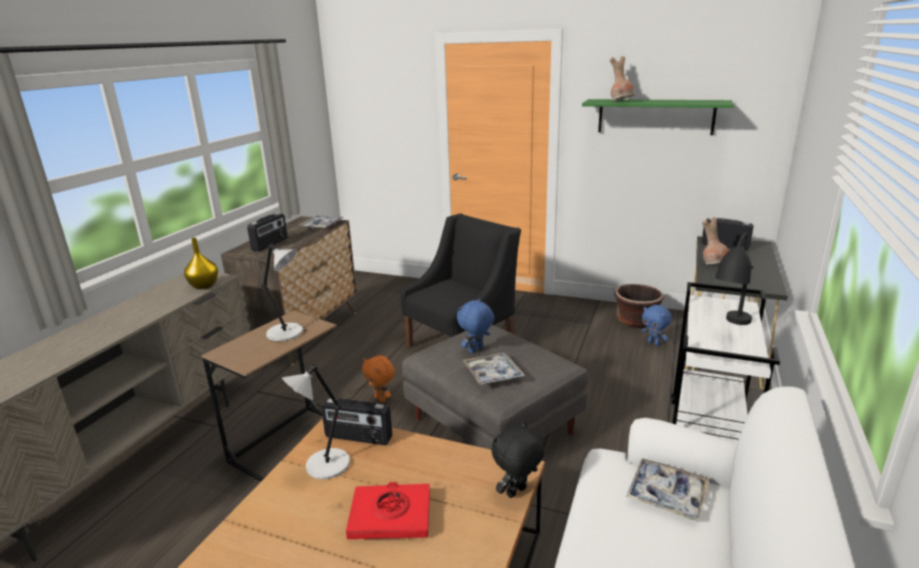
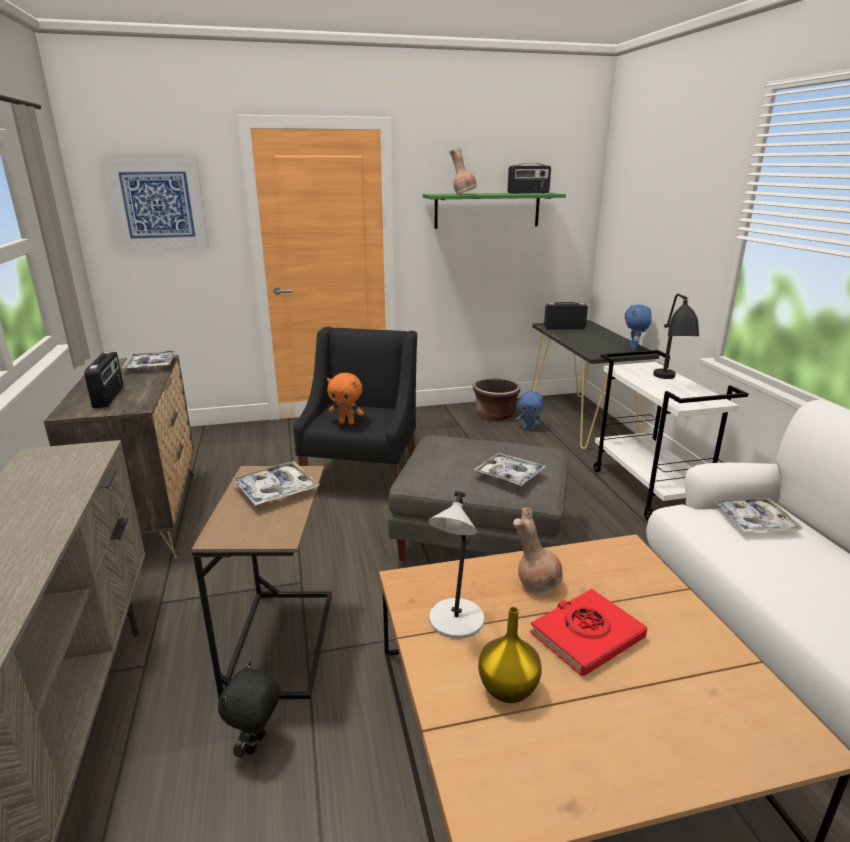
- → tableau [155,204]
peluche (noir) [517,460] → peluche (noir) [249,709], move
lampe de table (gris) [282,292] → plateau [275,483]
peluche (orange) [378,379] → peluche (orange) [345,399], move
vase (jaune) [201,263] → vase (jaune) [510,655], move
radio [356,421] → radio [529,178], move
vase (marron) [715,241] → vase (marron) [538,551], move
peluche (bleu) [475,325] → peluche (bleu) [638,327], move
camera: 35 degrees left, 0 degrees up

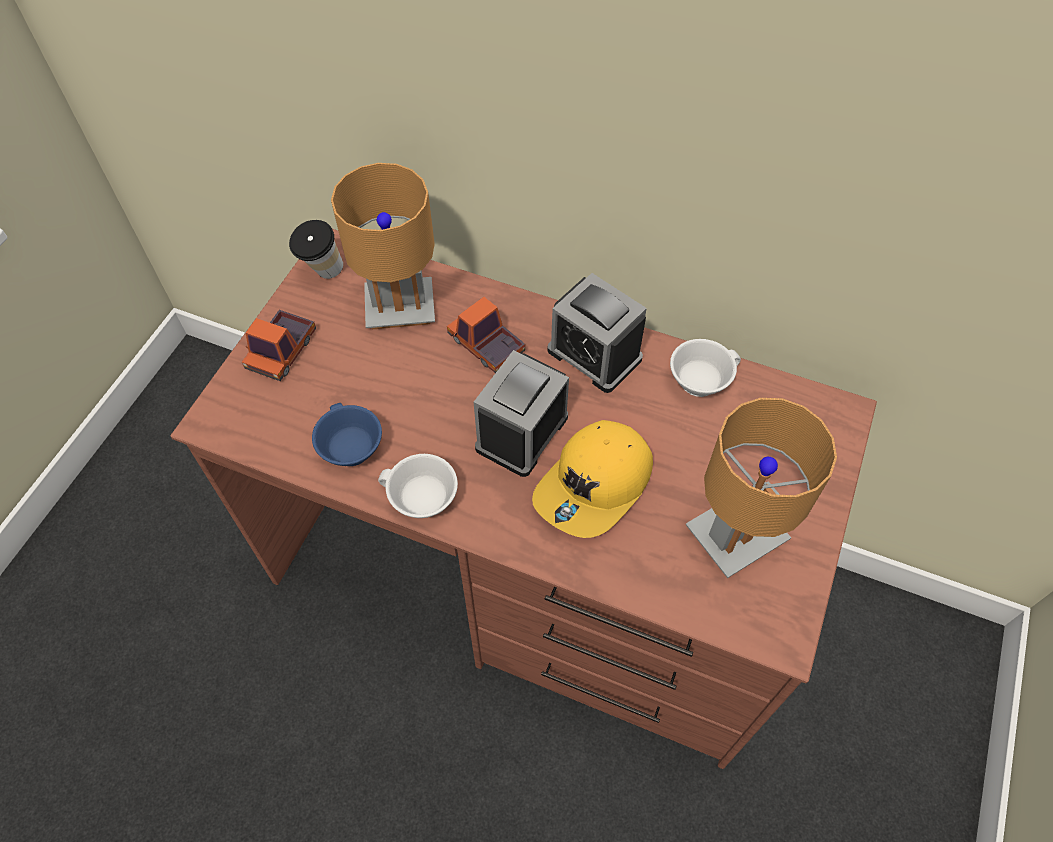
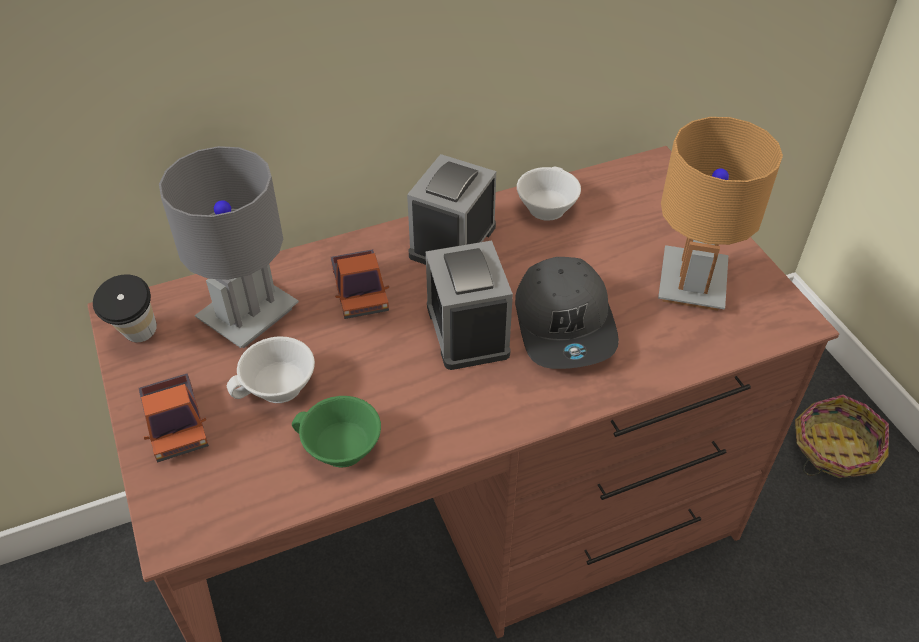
lampe de table (marron) [383,246] → lampe de table (gris) [229,247]
tasse (blanc) [418,486] → tasse (blanc) [271,370], move
tasse (bleu) [347,434] → tasse (vert) [336,431]
camion jouet [486,335] → camion jouet [359,284], 105 degrees counterclockwise
réveil [597,333] → réveil [451,209], 120 degrees clockwise
casquette (jaune) [592,479] → casquette (gris) [567,313]
- → panier [842,436]
camera: 45 degrees left, 10 degrees down

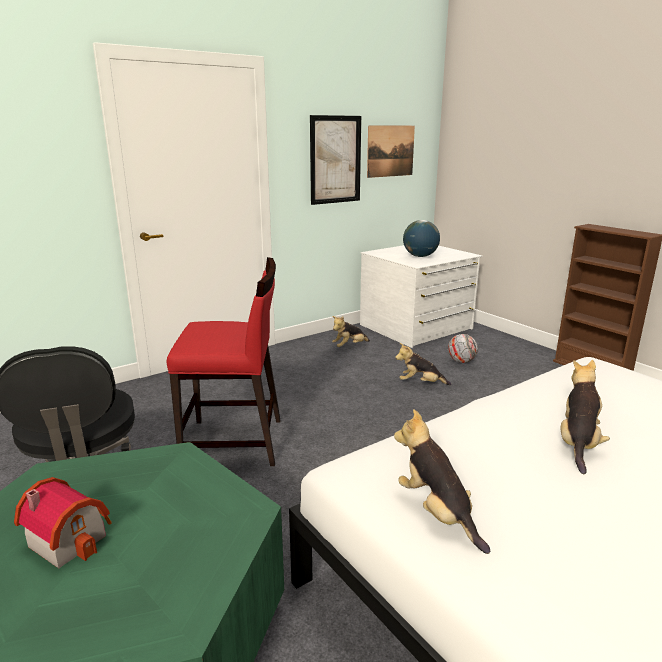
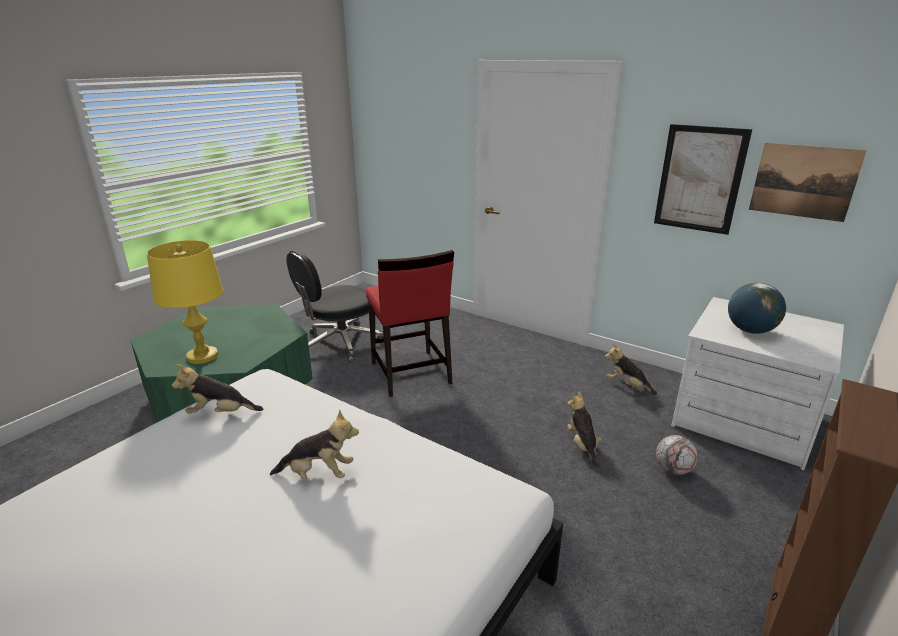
- → lampe de table (jaune) [185,302]
peluche [442,481] → peluche [217,389], 135 degrees counterclockwise
maison miniature [63,522] → -
camera: 70 degrees right, 5 degrees up

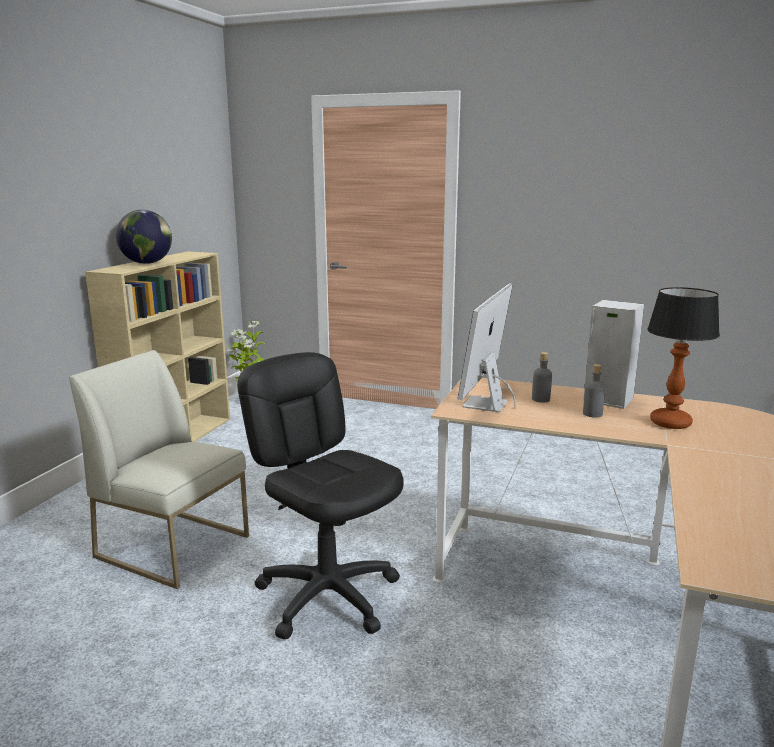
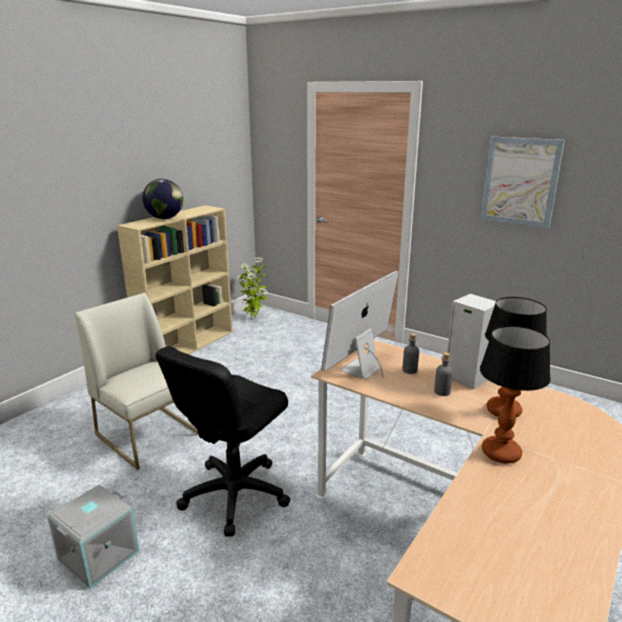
- → boîte de rangement (gris) [93,536]
chaise de bureau (noir) [320,495] → chaise de bureau (noir) [222,441], 120 degrees counterclockwise
- → tableau [522,182]
- → lampe de table [515,395]
camera: 15 degrees right, 5 degrees up

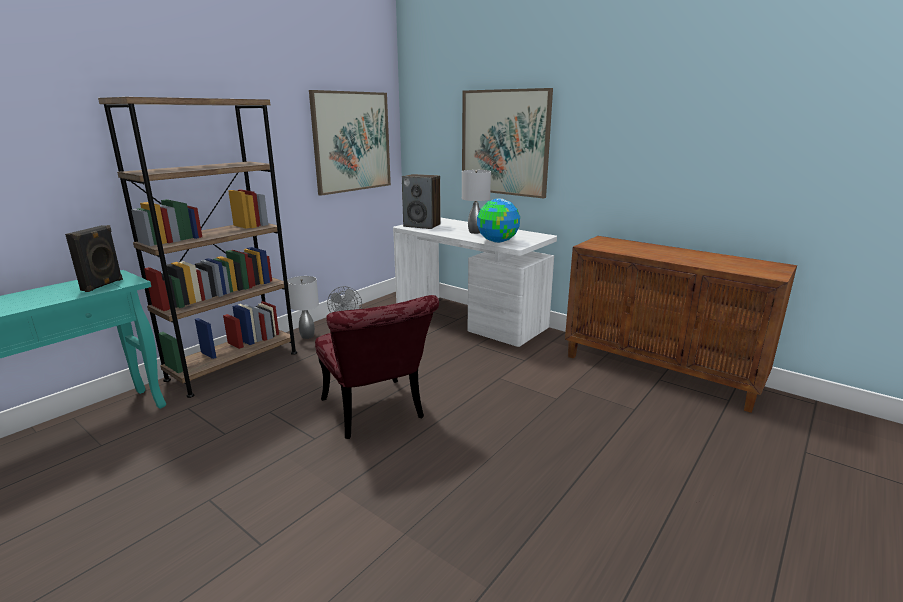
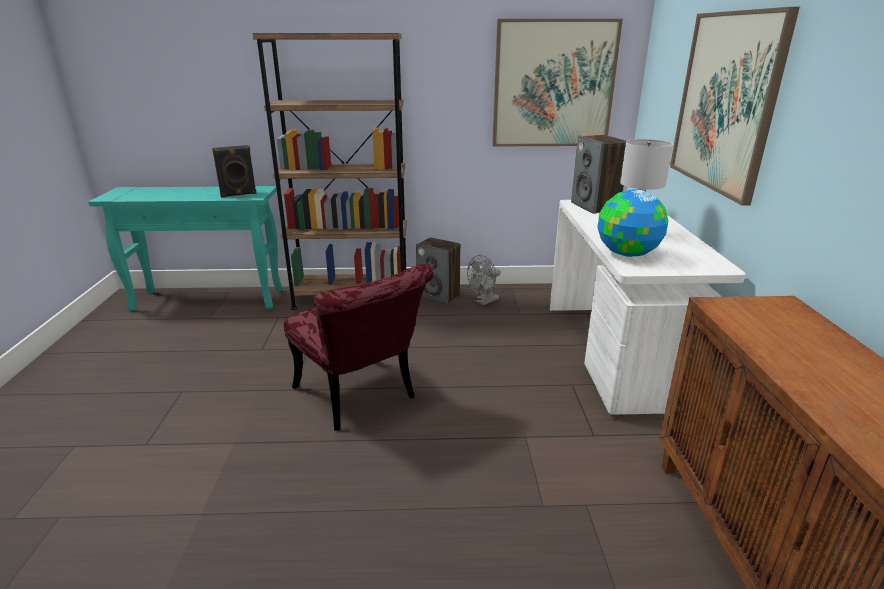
chaise (rouge) [377,367] → chaise (rouge) [358,347], 60 degrees counterclockwise
lampe de table (gris) [303,307] → enceinte [438,271]
camera: 50 degrees right, 5 degrees up

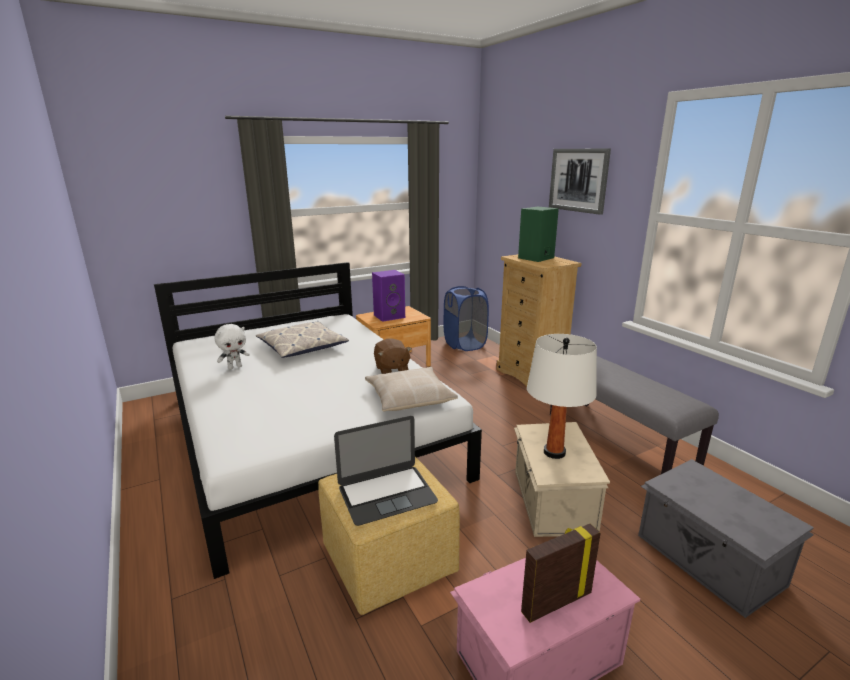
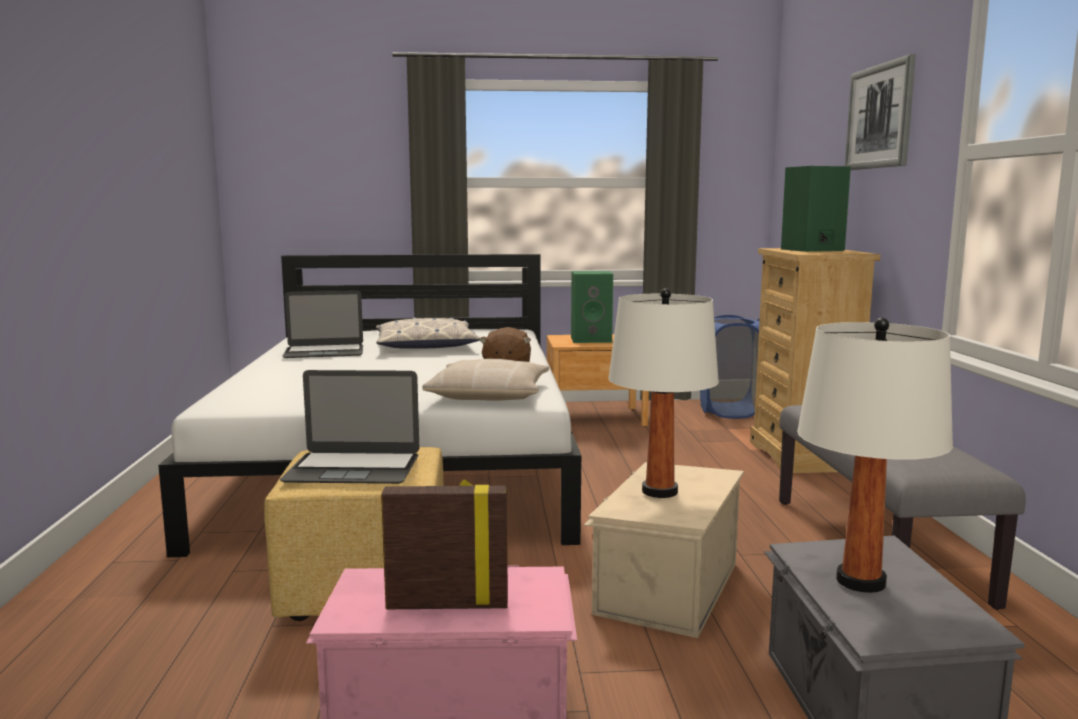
peluche (blanc) [232,346] → ordinateur portable [323,324]
enceinte (violet) [388,296] → enceinte (vert) [592,307]
- → lampe de table (blanc) [875,455]
camera: 25 degrees right, 10 degrees down

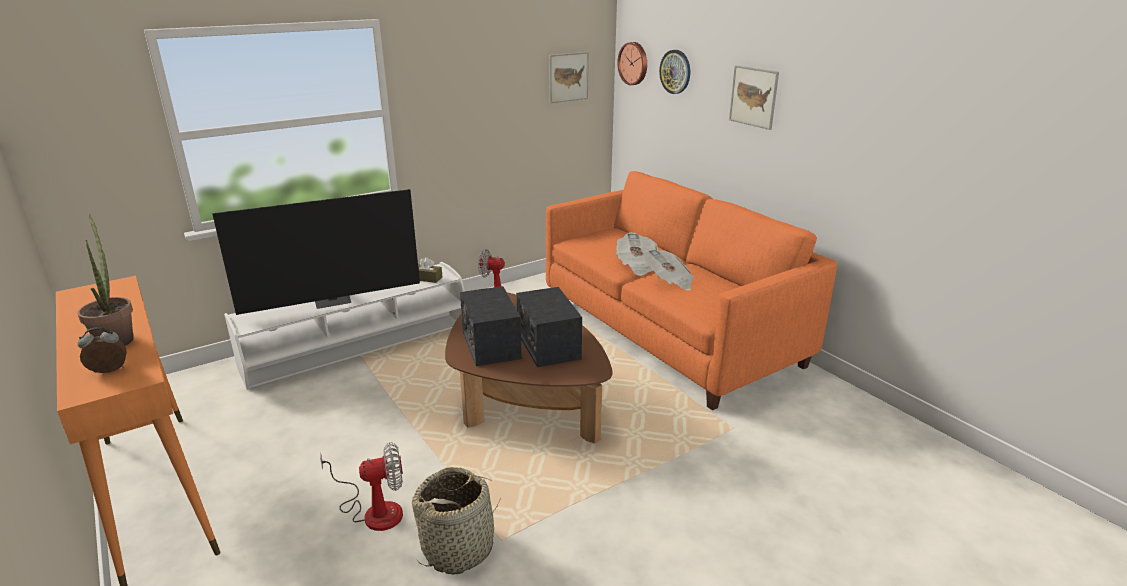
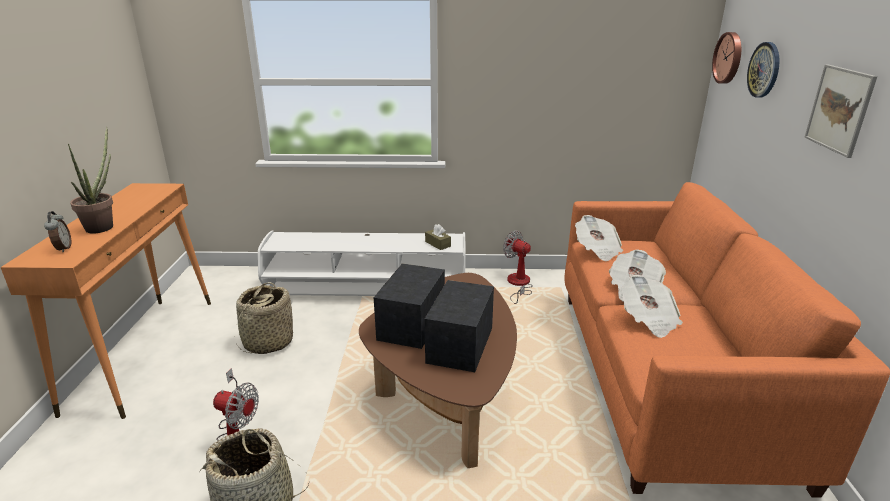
réveil [102,350] → réveil [57,231], 60 degrees clockwise
- → panier [264,318]
- → journal [599,238]
téléviseur [316,252] → -
tableau [569,77] → -
camera: 35 degrees right, 0 degrees up

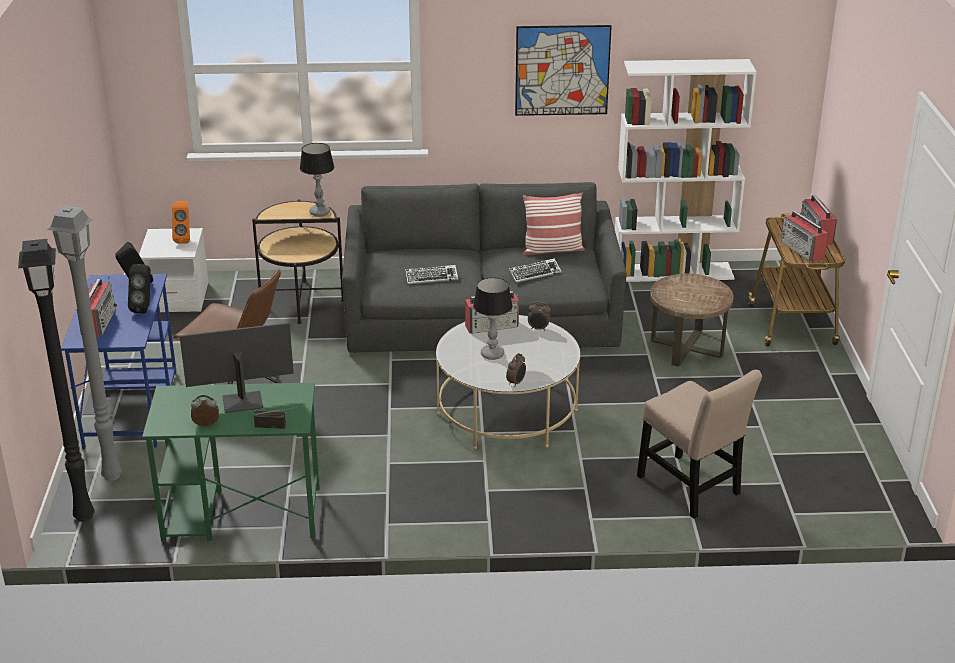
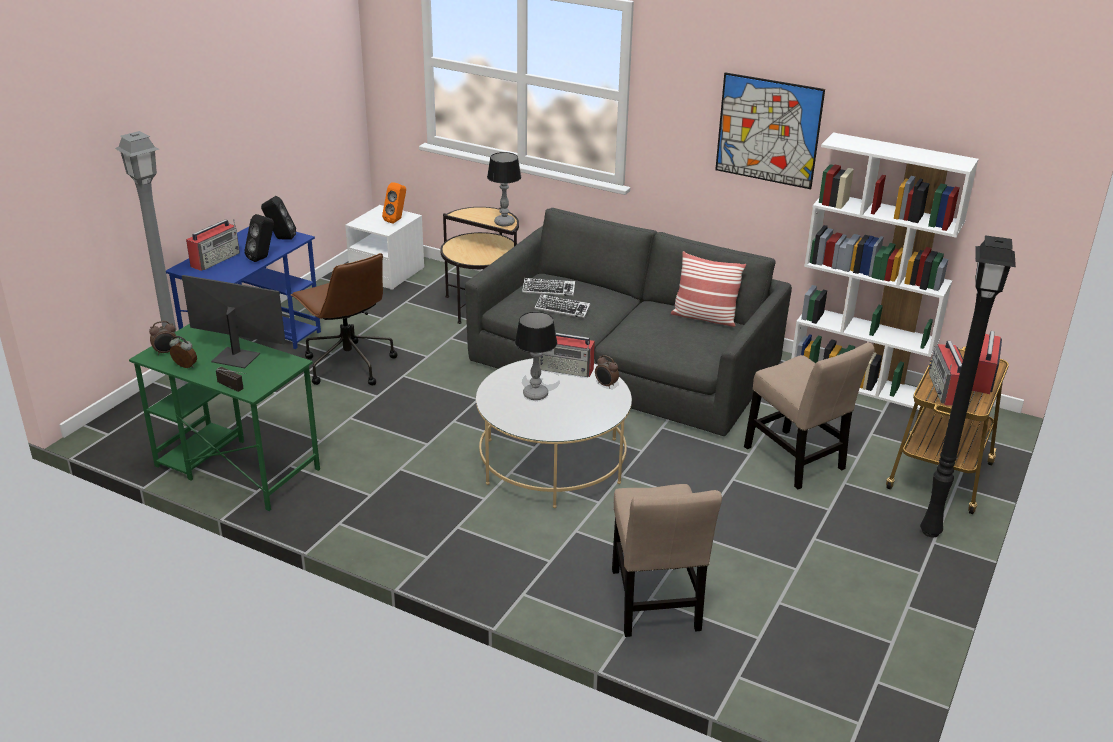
réveil [516,370] → réveil [162,338], move
clavier [535,270] → clavier [548,287], move
table d'appoint (marron) [691,320] → chaise (beige) [809,416]
lampadaire (noir) [56,380] → lampadaire (noir) [968,386], move
camera: 30 degrees right, 0 degrees up

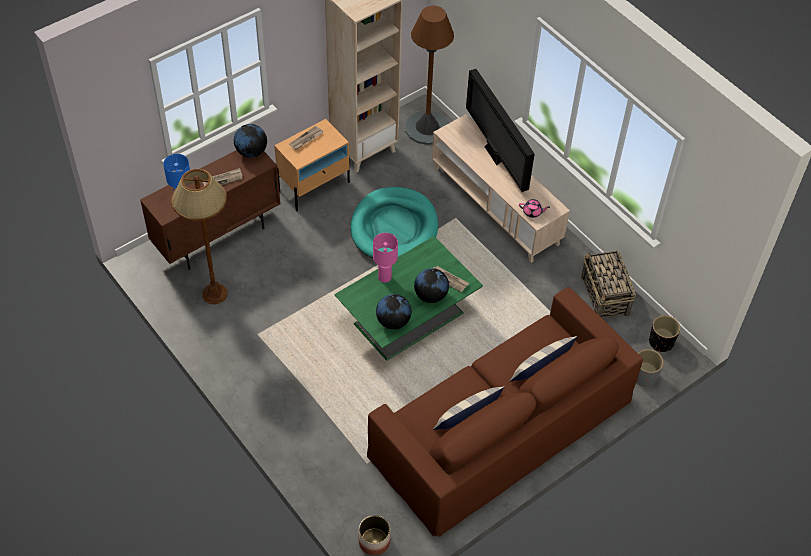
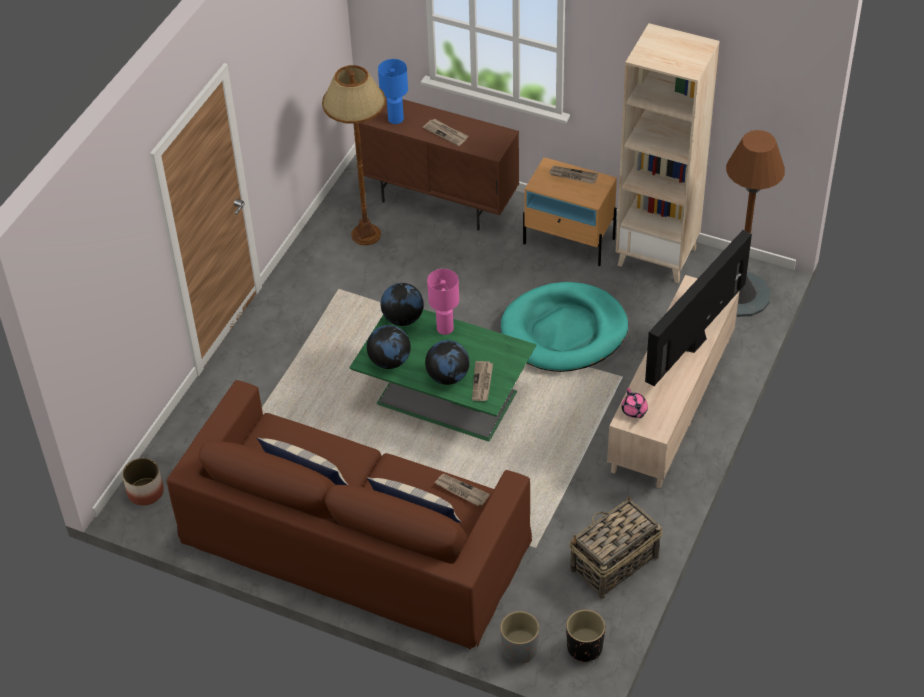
globe [250,141] → globe [402,304], move
- → journal [462,490]
camera: 65 degrees right, 5 degrees down

